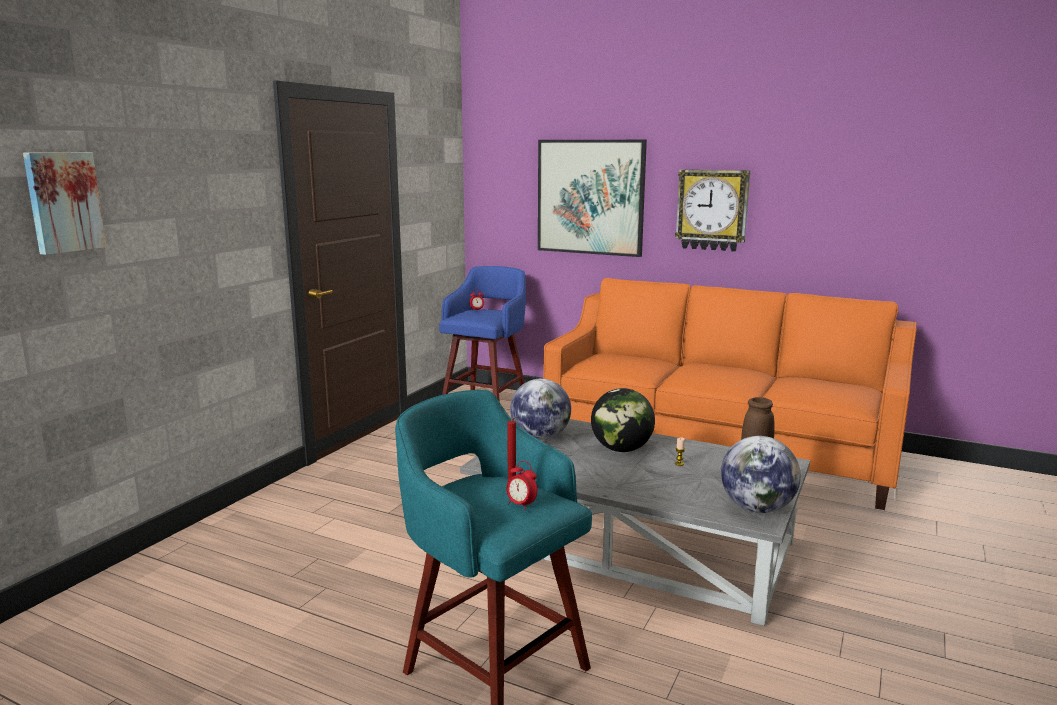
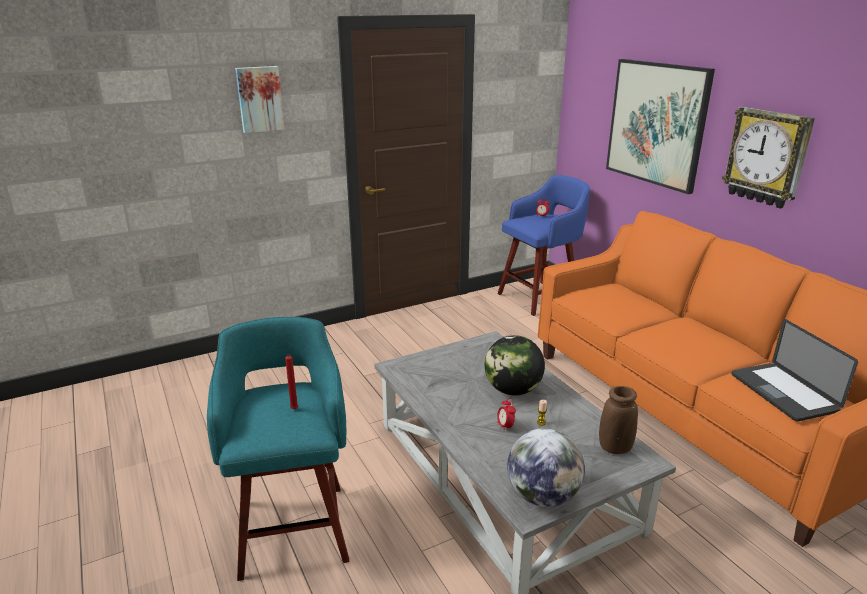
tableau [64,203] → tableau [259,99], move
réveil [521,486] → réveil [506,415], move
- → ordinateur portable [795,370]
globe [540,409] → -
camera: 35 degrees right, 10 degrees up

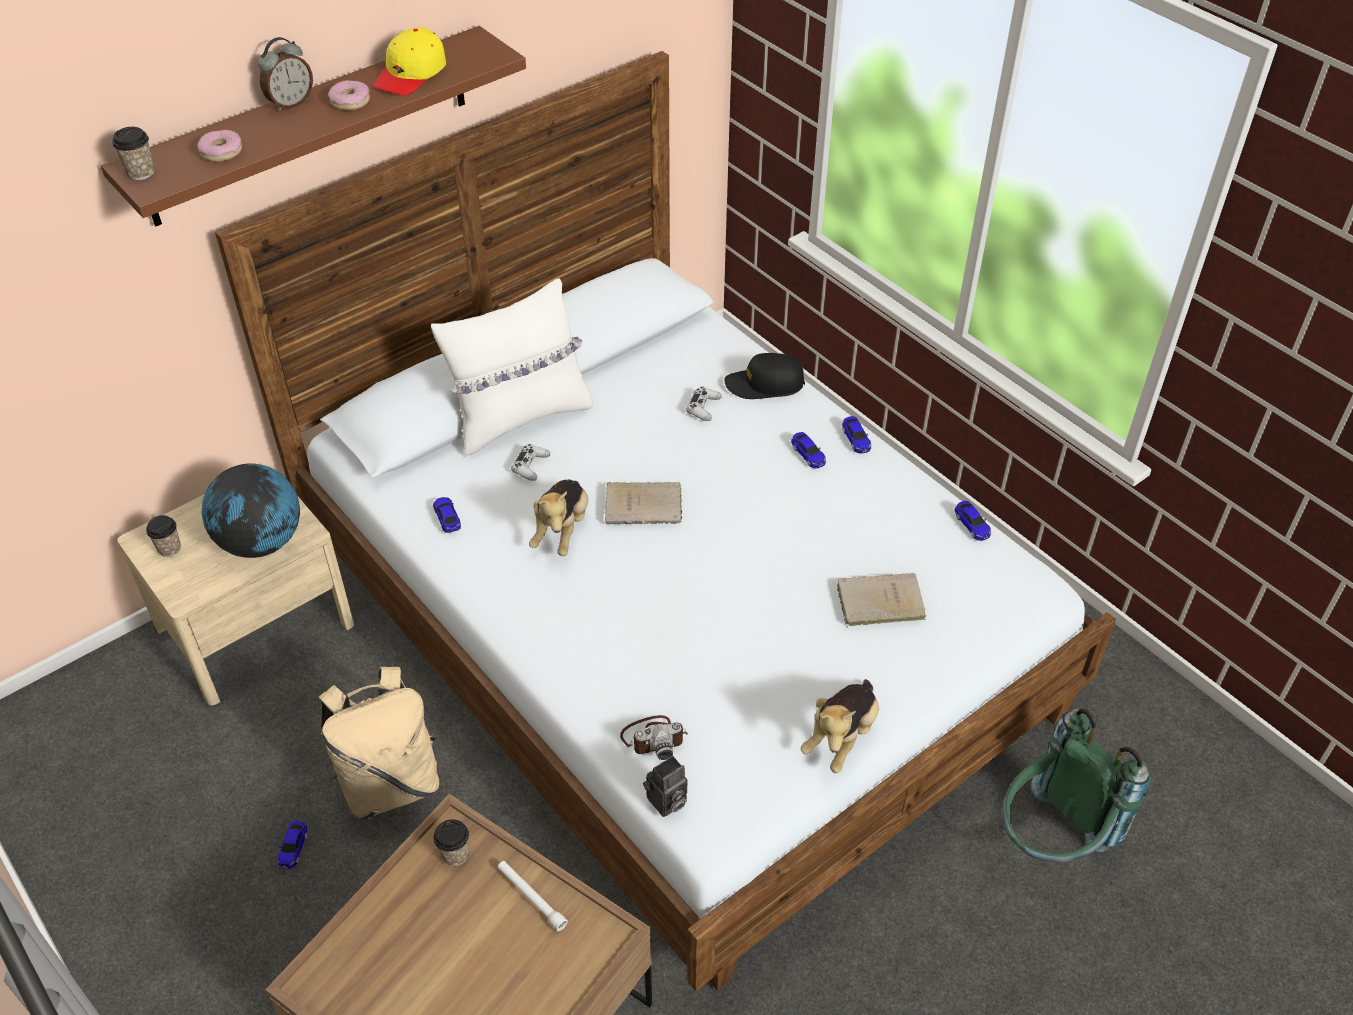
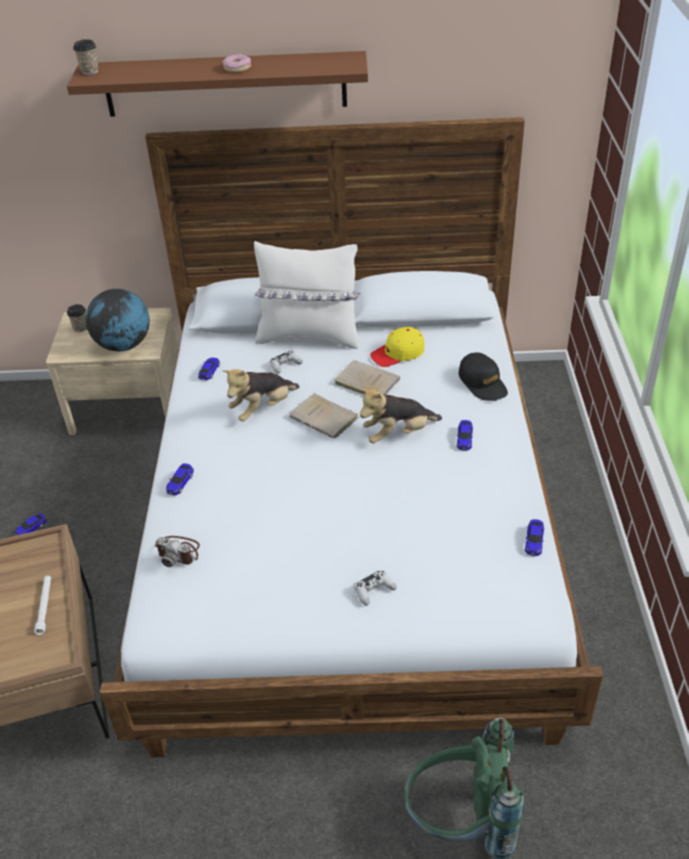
petite voiture [856,435] → petite voiture [180,479], move
livre (beige) [882,600] → livre (beige) [367,377], move
manette (blanc) [704,404] → manette (blanc) [375,588], move
peluche [840,726] → peluche [401,416], move
casquette (jaune) [409,61] → casquette (jaune) [397,347], move
casquette (noir) [765,376] → casquette (noir) [483,377], 150 degrees counterclockwise
beignet [219,146] → -
réveil [285,74] → -
sac à dos (beige) [379,743] → -
tasse [451,842] → -
appareil photo [665,786] → -
camera: 40 degrees right, 5 degrees down

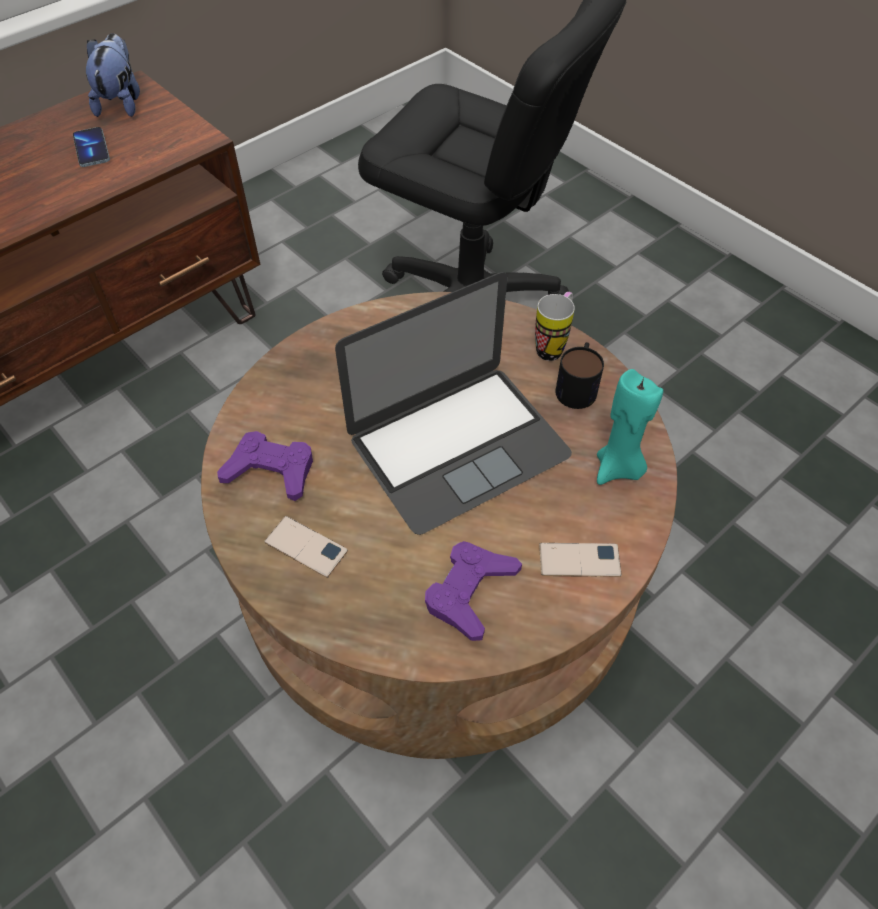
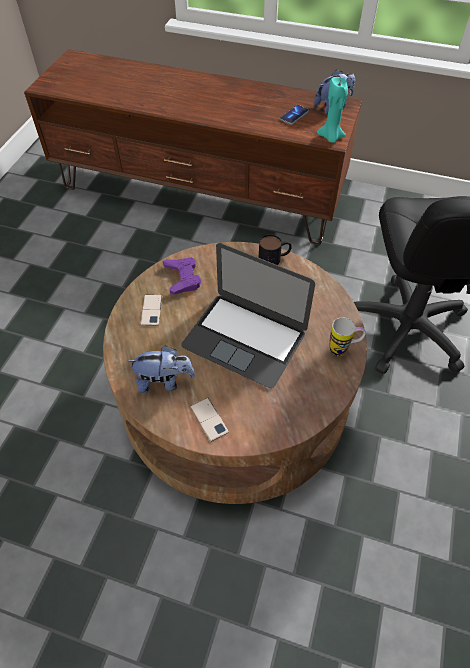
manette (violet) [473,591] → peluche [161,369]
mug [580,375] → mug [275,249], move
bougie (turquoise) [630,427] → bougie (turquoise) [332,110], move
camera: 60 degrees right, 0 degrees up

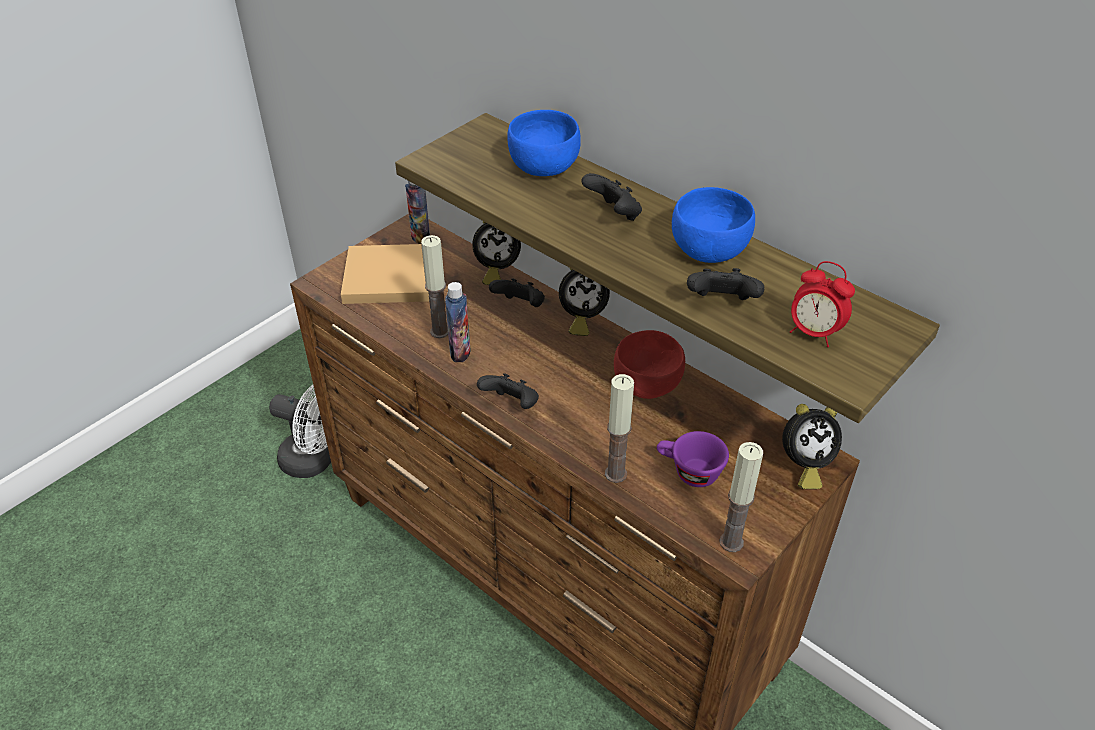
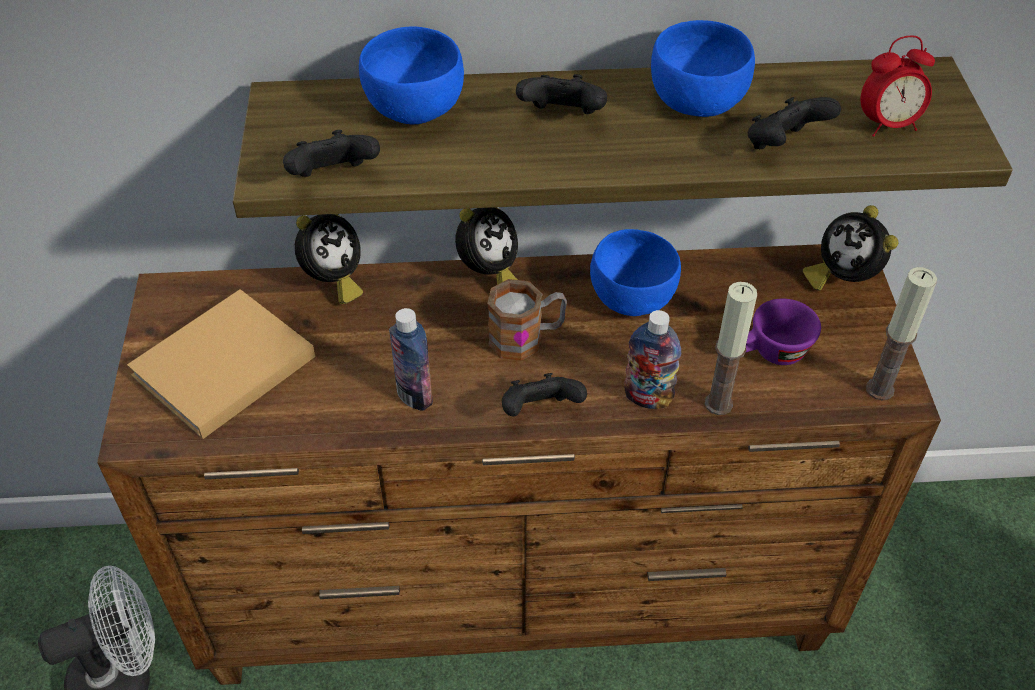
manette (noir) [517,292] → manette (noir) [331,153], move
- → mug [527,320]
bol (rouge) [649,364] → bol (bleu) [635,272]
bouteille [417,212] → bouteille [652,359], move
réveil [812,446] → réveil [851,247], 120 degrees clockwise
bougie [434,286] → -
camera: 45 degrees left, 5 degrees up

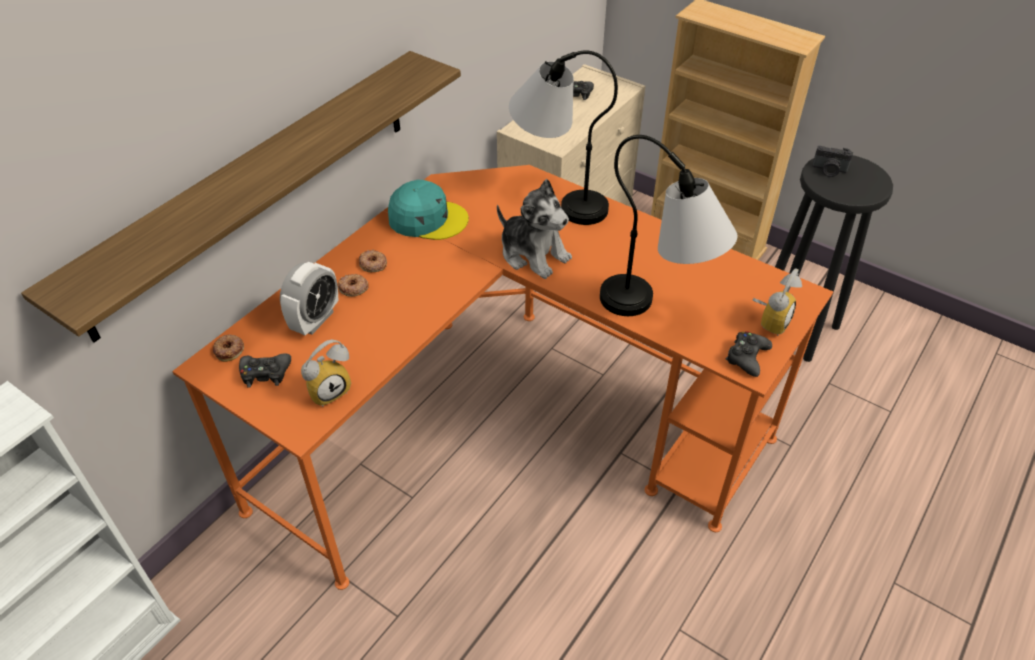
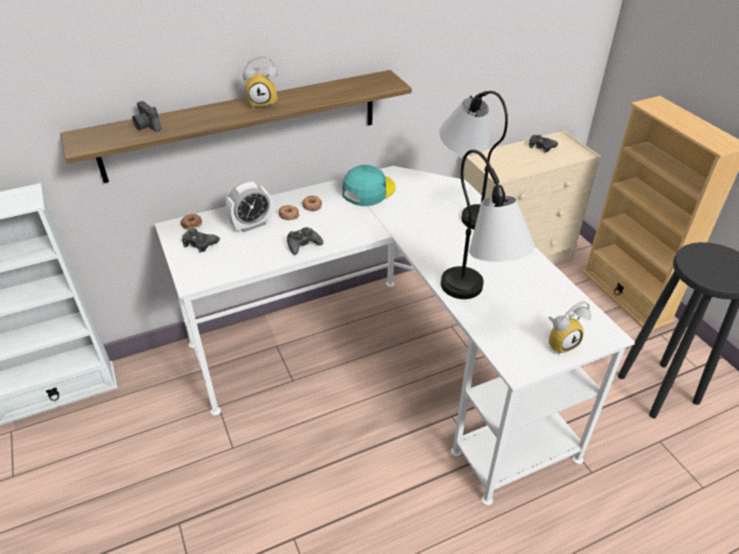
appareil photo [832,161] → appareil photo [146,116], move
bureau (orange) [502,377] → bureau (blanc) [395,335]
réveil [326,373] → réveil [260,81], move
manette (noir) [748,354] → manette (noir) [305,241], move
casquette (turquoise) [428,210] → casquette (turquoise) [369,185], 90 degrees counterclockwise
peluche [534,229] → -
camera: 30 degrees right, 5 degrees down

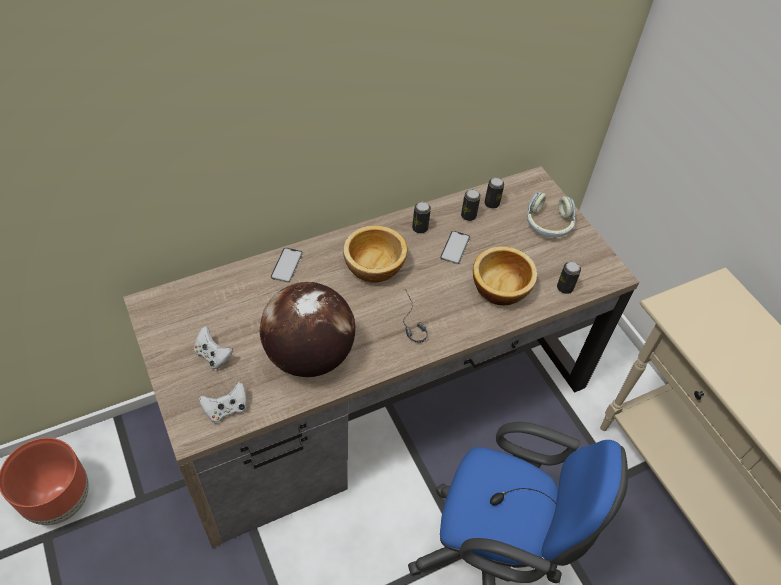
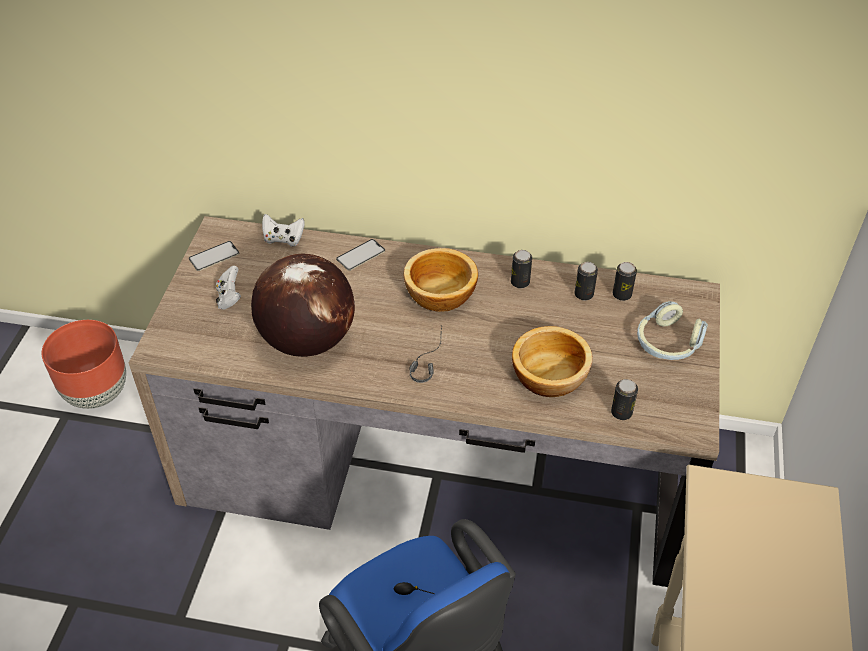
téléphone [455,247] → téléphone [214,256], move
manette (blanc) [223,402] → manette (blanc) [283,230], move
camera: 40 degrees right, 5 degrees down

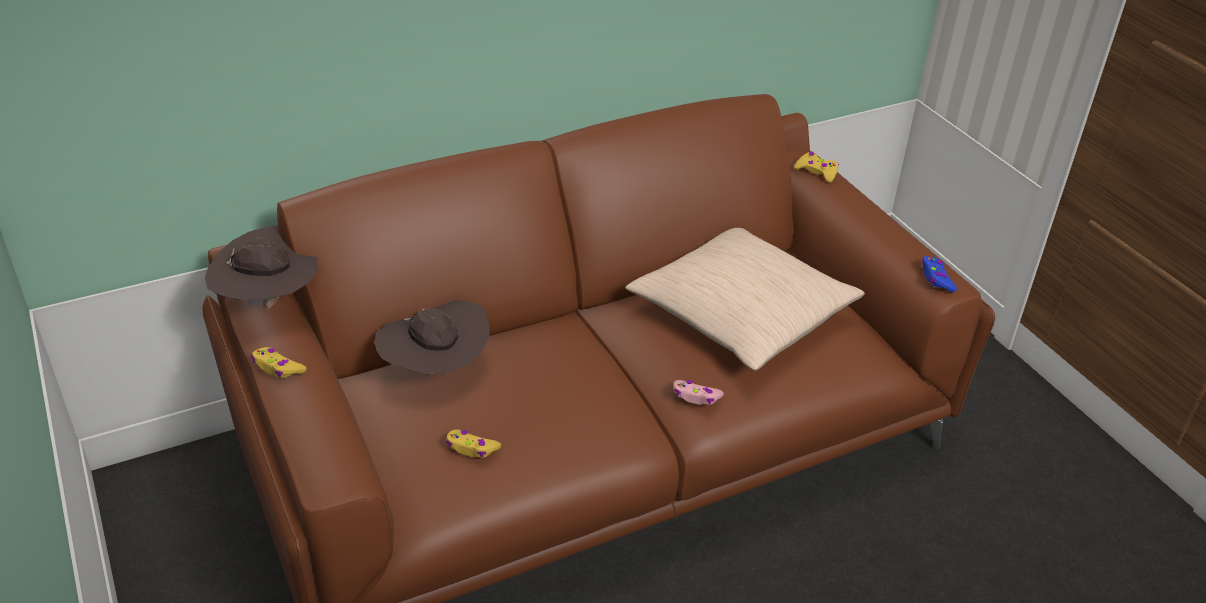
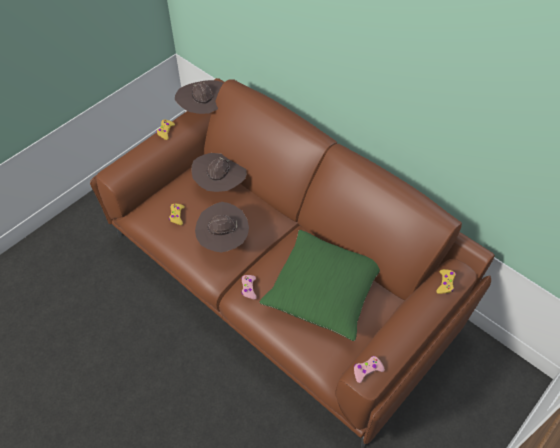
- → chapeau (marron) [222,227]
coussin (beige) [745,299] → coussin (vert) [319,285]
manette (bleu) [939,274] → manette (rose) [369,369]
camera: 70 degrees right, 15 degrees up

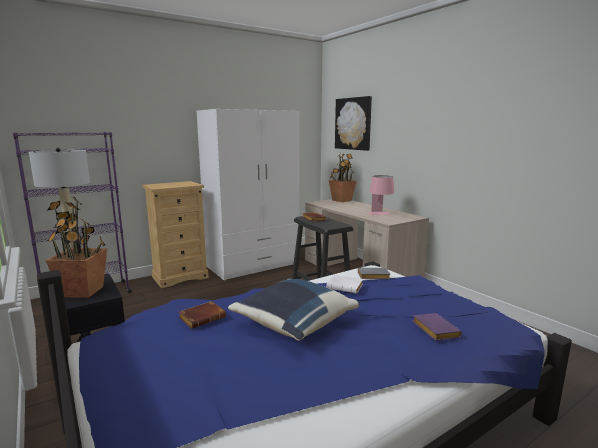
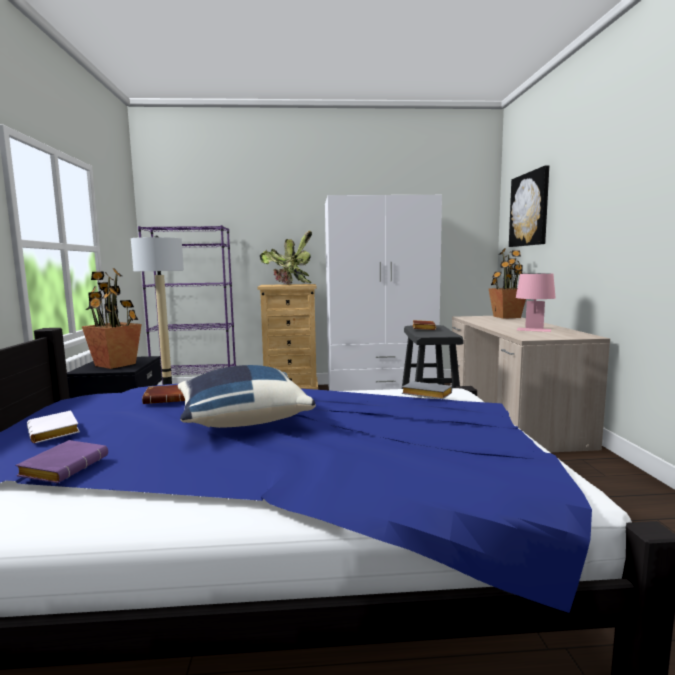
livre (violet) [437,327] → livre (violet) [61,461], move
livre (blanc) [344,284] → livre (blanc) [53,426], move
- → plante en pot [286,258]
camera: 30 degrees right, 5 degrees down

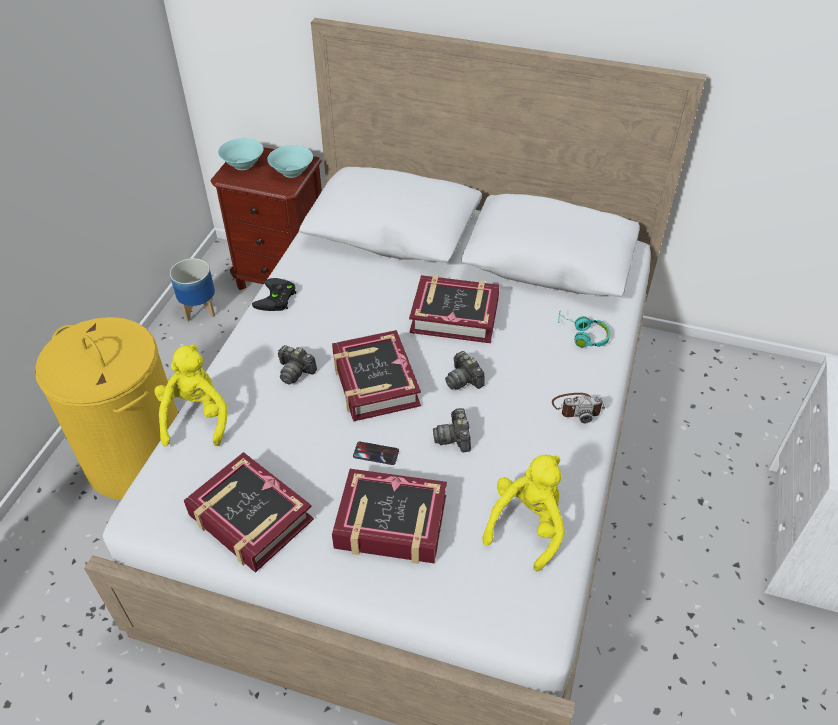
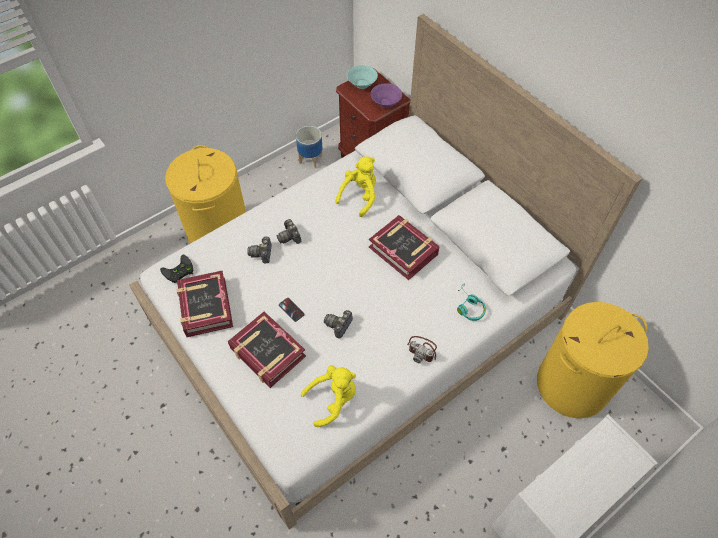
manette (noir) [274,294] → manette (noir) [176,269], move
appareil photo [465,370] → appareil photo [259,250], move
peluche (jaune) [190,395] → peluche (jaune) [355,186], move
bol (turquoise) [290,161] → bol (violet) [386,95]
- → panier à linge (jaune) [593,360]
livre [376,376] → -
camera: 35 degrees right, 10 degrees up

